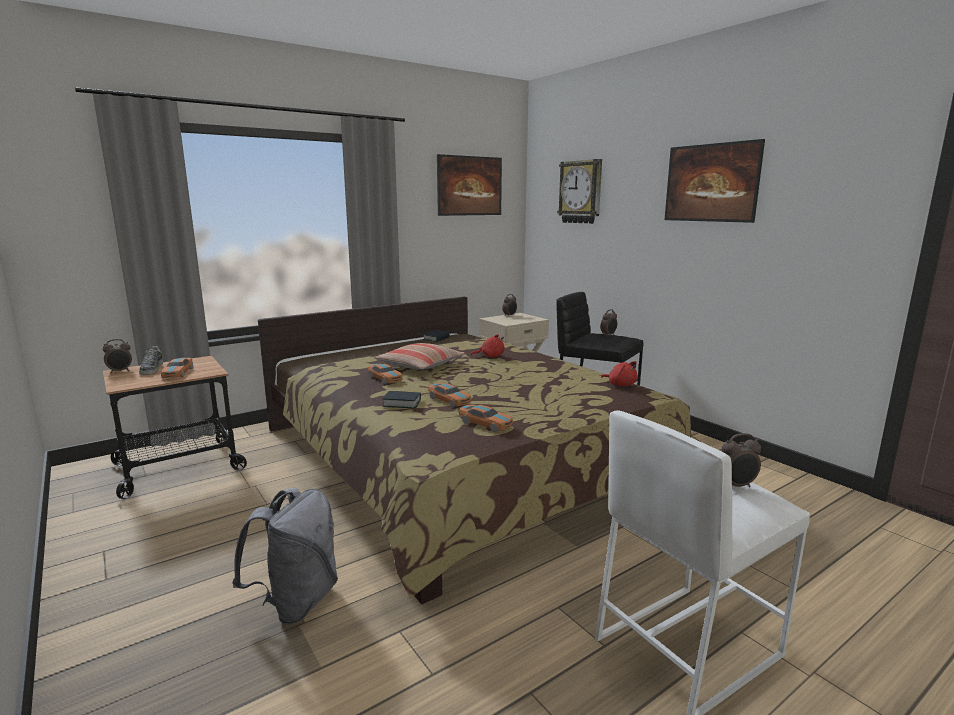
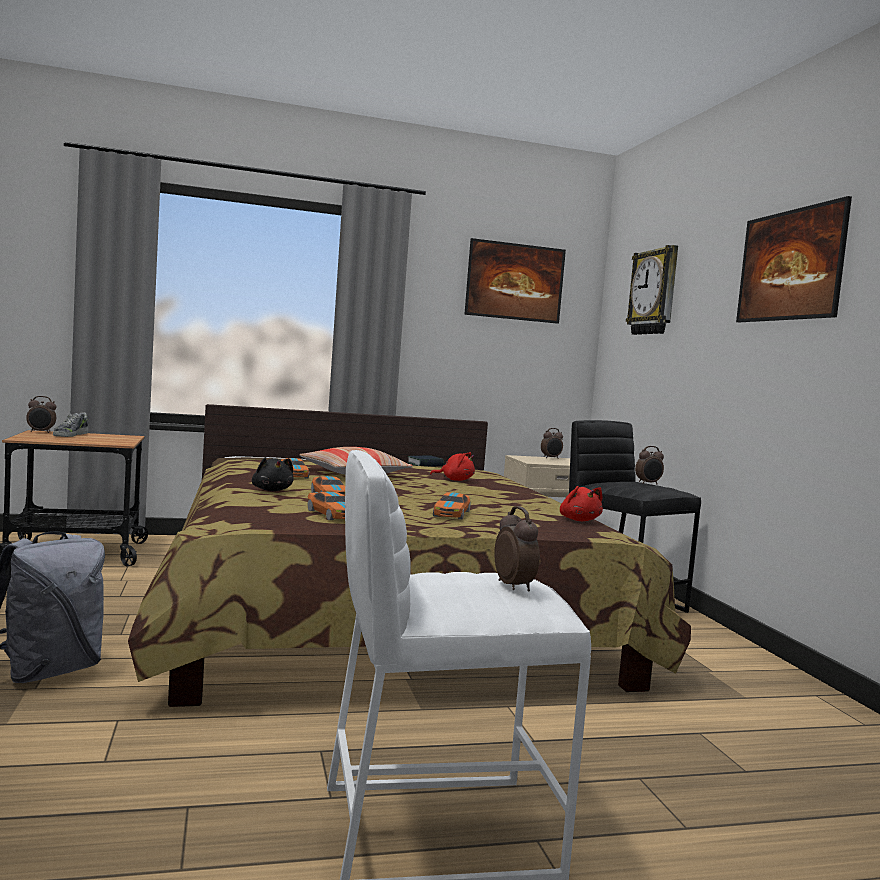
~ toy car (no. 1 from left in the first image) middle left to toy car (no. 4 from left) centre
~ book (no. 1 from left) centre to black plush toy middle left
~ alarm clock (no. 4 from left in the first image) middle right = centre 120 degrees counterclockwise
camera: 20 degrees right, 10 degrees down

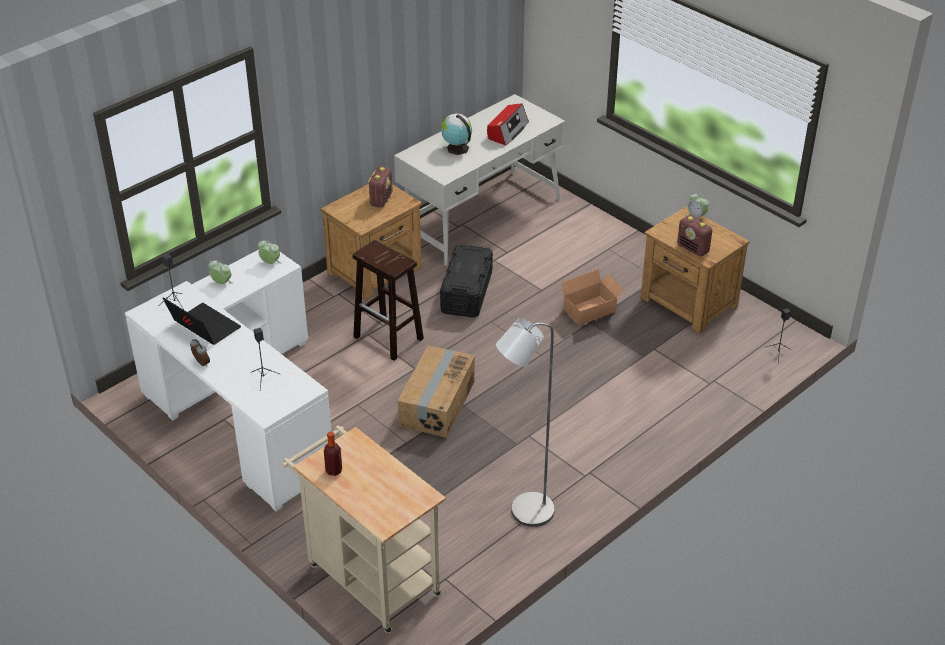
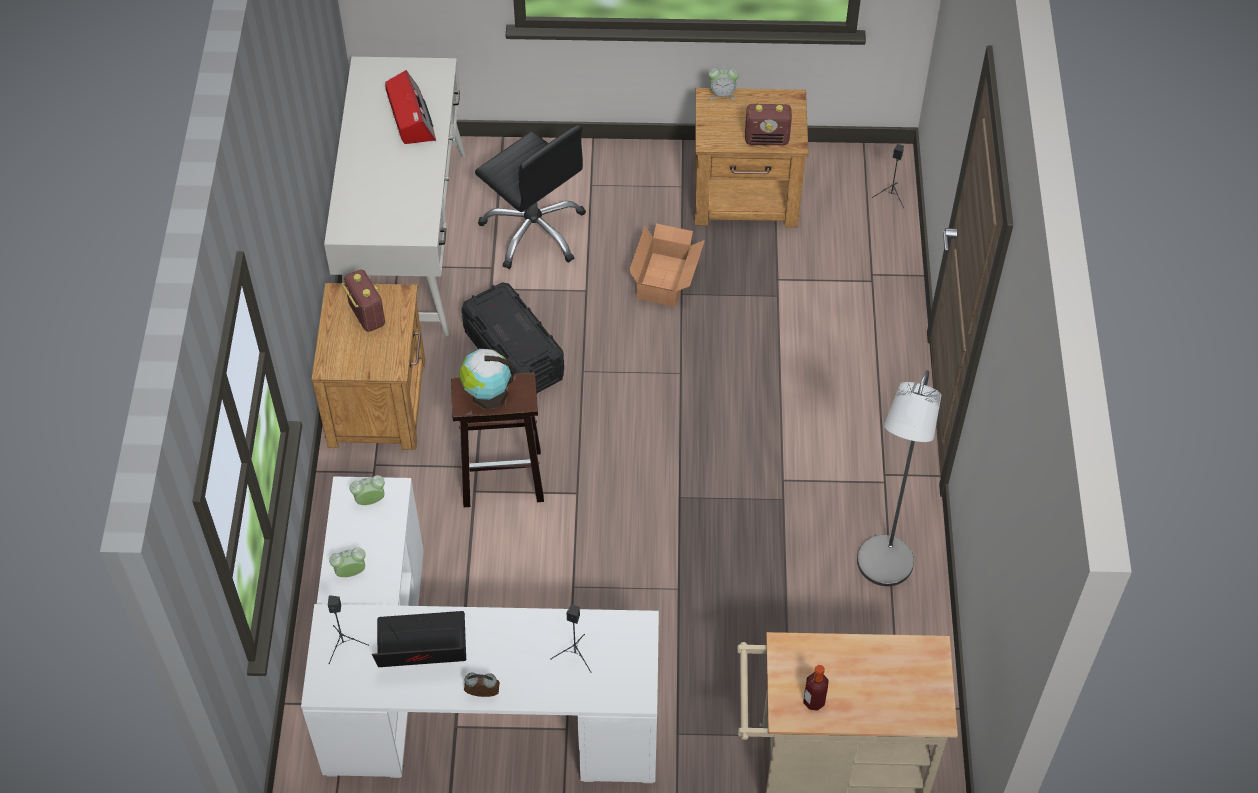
~ globe top centre to centre
- cardboard box (no. 1 from left) centre
+ black office chair top centre
camera: 45 degrees left, 15 degrees up

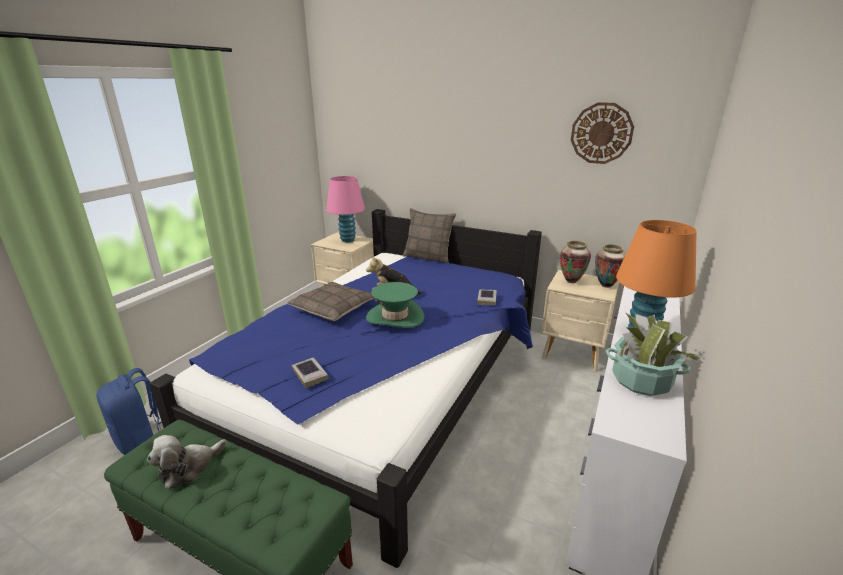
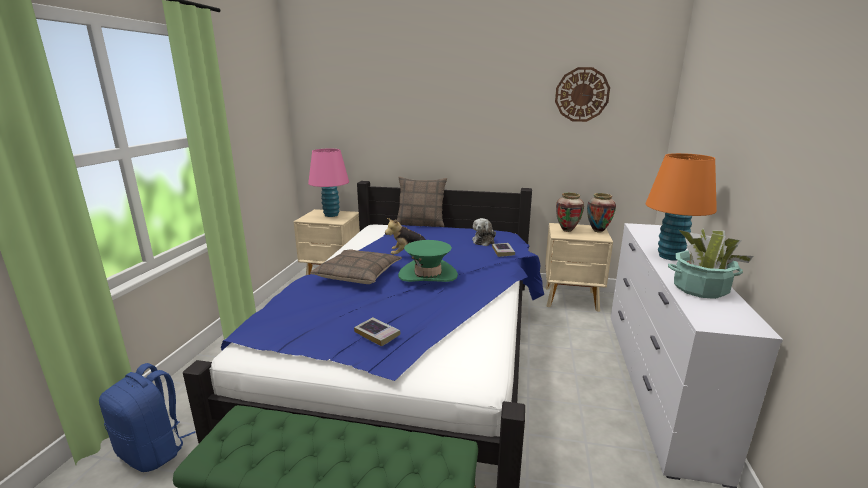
~ plush toy (no. 1 from left in the first image) bottom left to plush toy (no. 2 from left) centre
camera: 15 degrees left, 5 degrees down

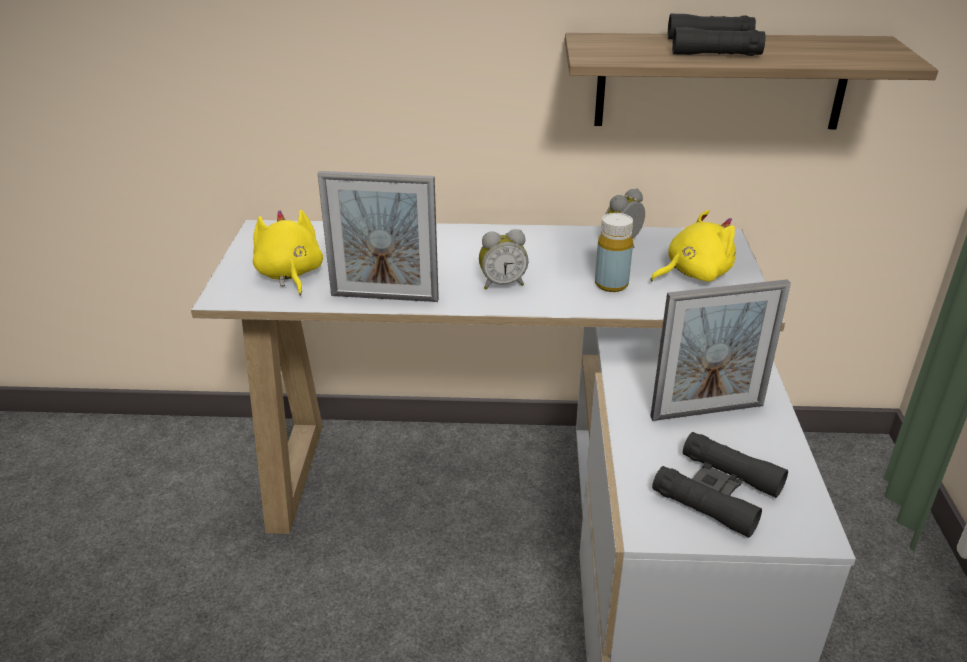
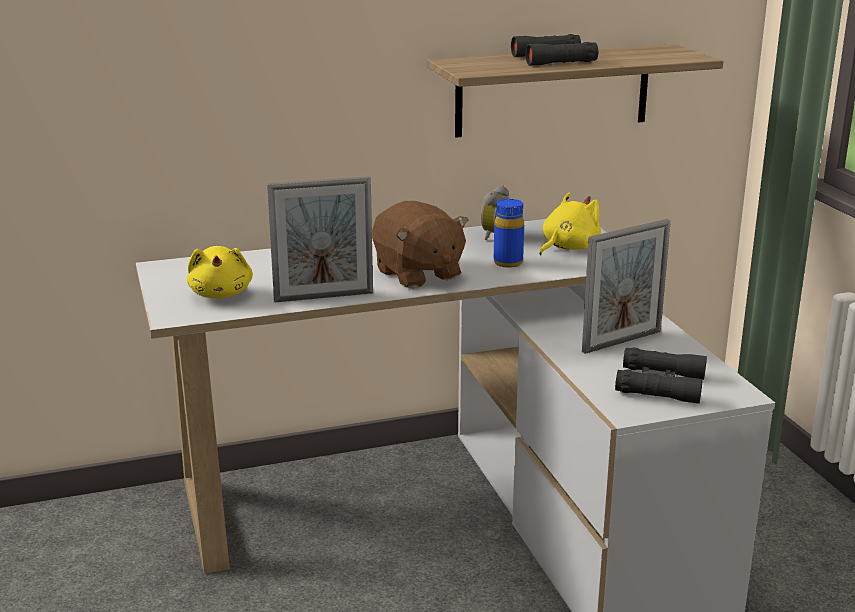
~ yellow plush toy (no. 1 from left) middle left = middle left 150 degrees counterclockwise
~ yellow bottle centre to blue bottle centre
~ alarm clock (no. 1 from left) centre to brown plush toy centre
camera: 20 degrees left, 10 degrees down

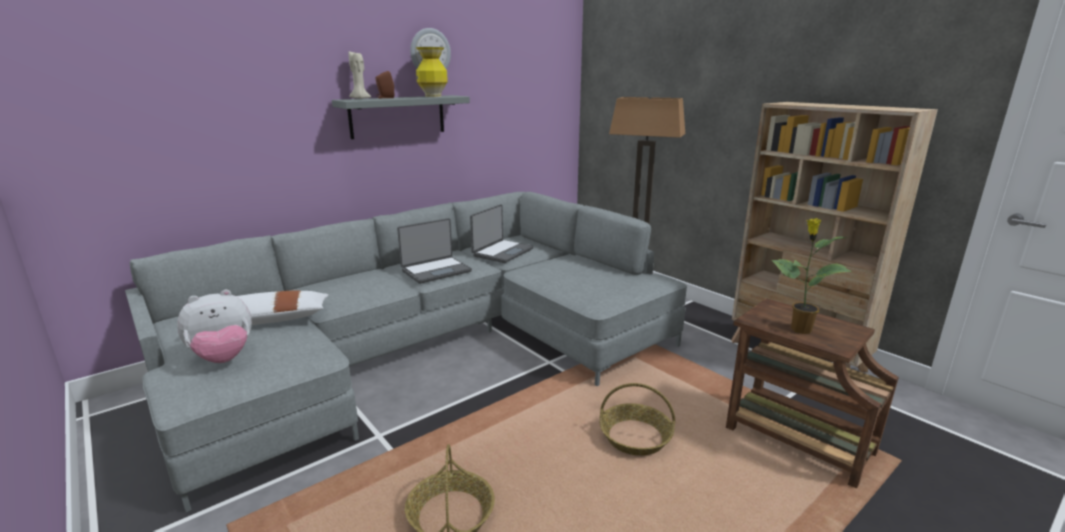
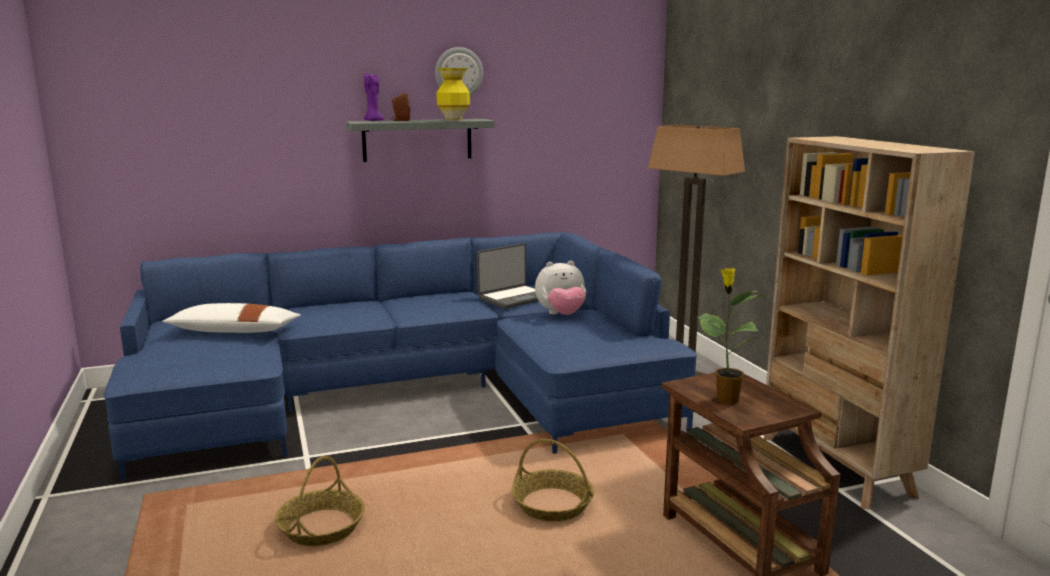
~ beige candle top centre to purple candle top centre
~ grey sofa centre to blue sofa centre
- laptop (no. 1 from left) centre
~ plush toy middle left to centre
camera: 20 degrees right, 5 degrees down

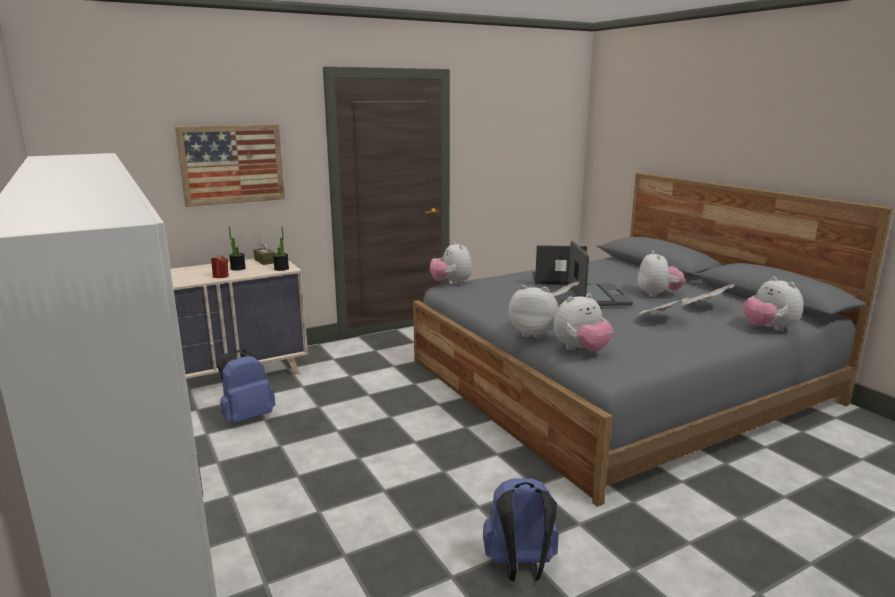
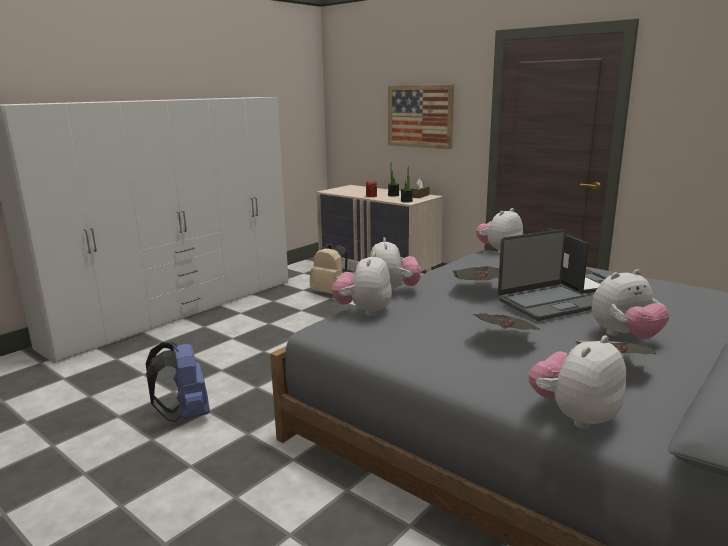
~ plush toy (no. 3 from left in the first image) centre = centre 60 degrees clockwise
~ blue backpack (no. 1 from left) middle left to beige backpack centre
camera: 70 degrees right, 0 degrees up

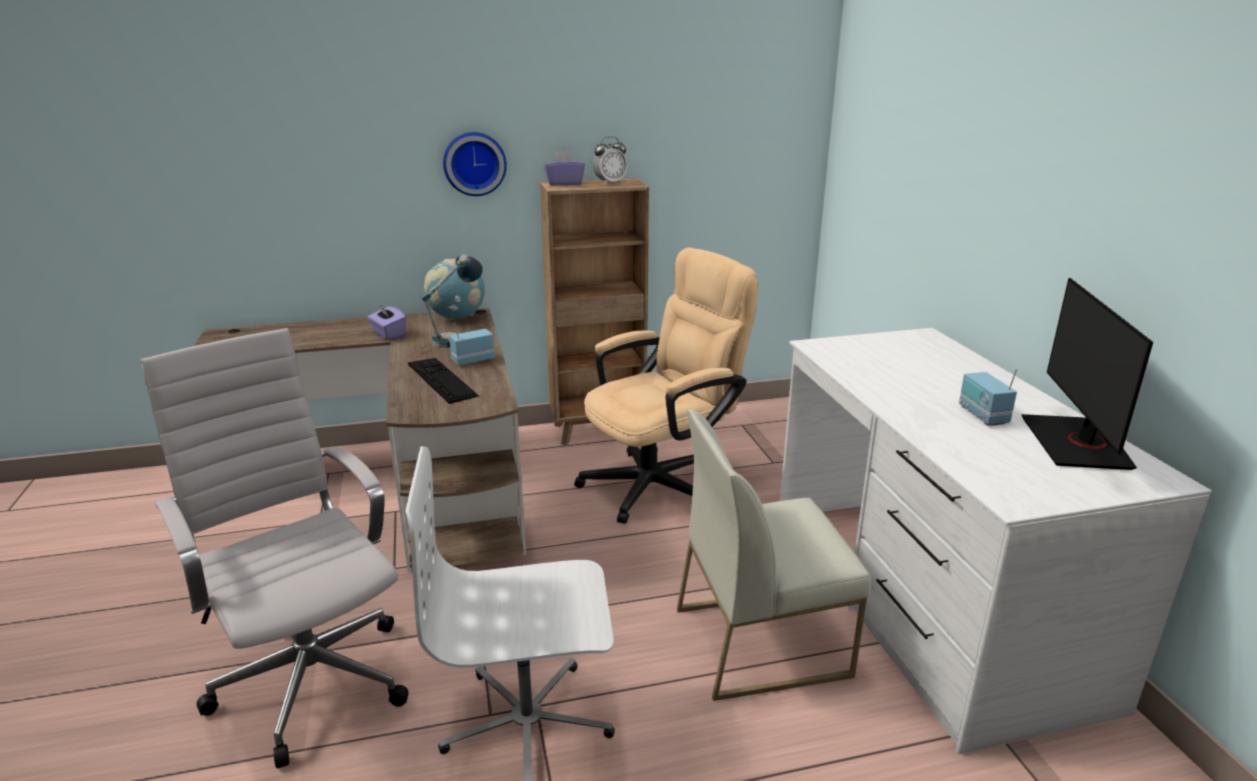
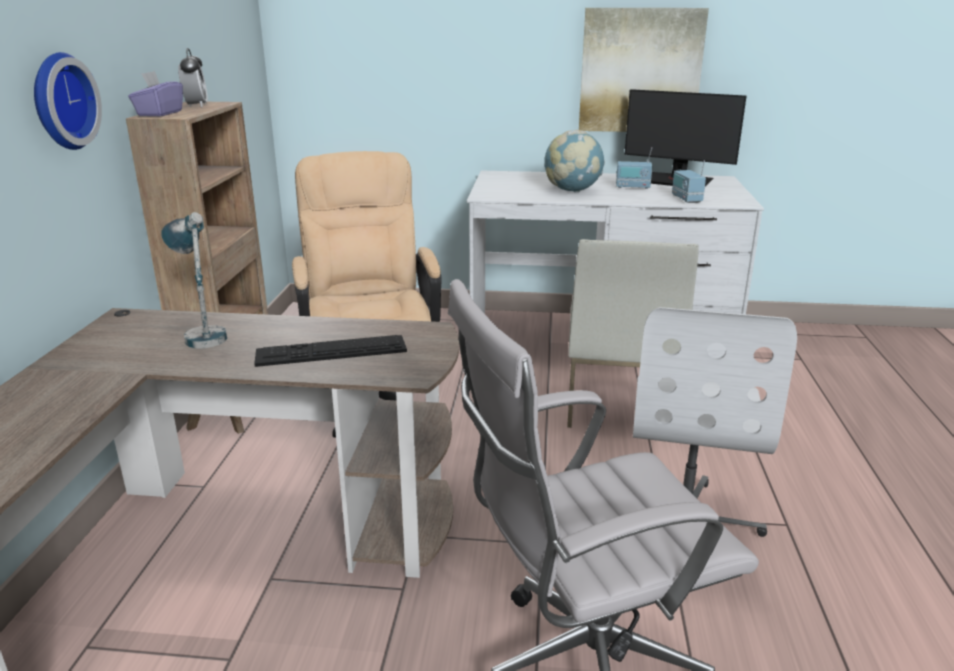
~ globe centre to top centre
- purple tissue box (no. 1 from left) middle left
~ radio (no. 1 from left in the first image) centre to radio (no. 2 from left) top right
+ picture top right
camera: 70 degrees left, 0 degrees up

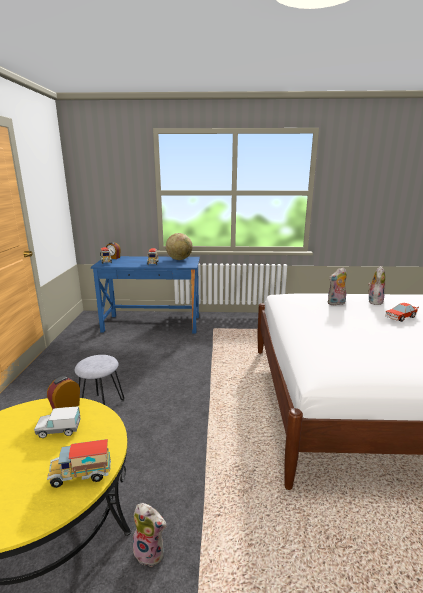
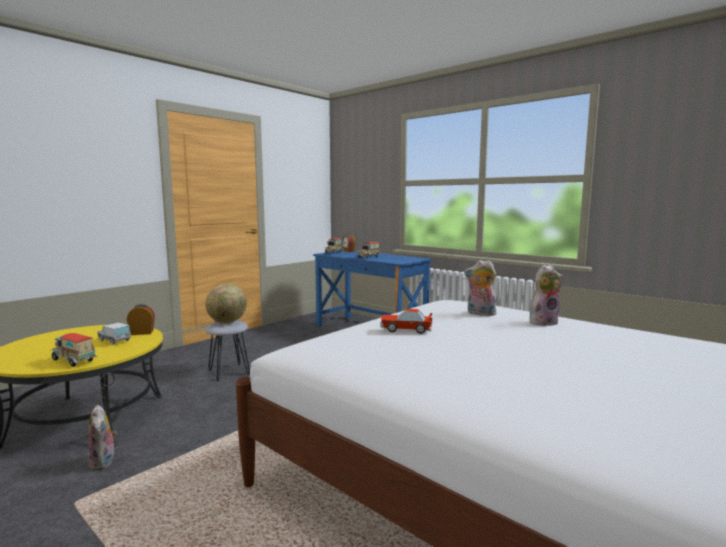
~ globe centre to middle left
~ toy car middle right to centre
camera: 40 degrees right, 10 degrees down

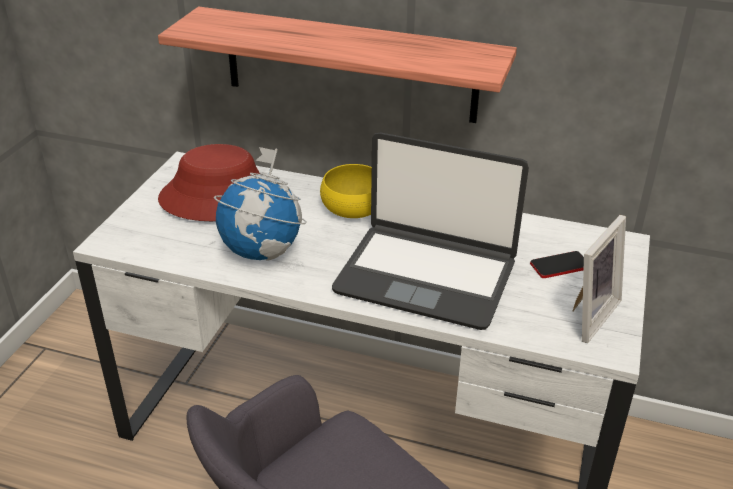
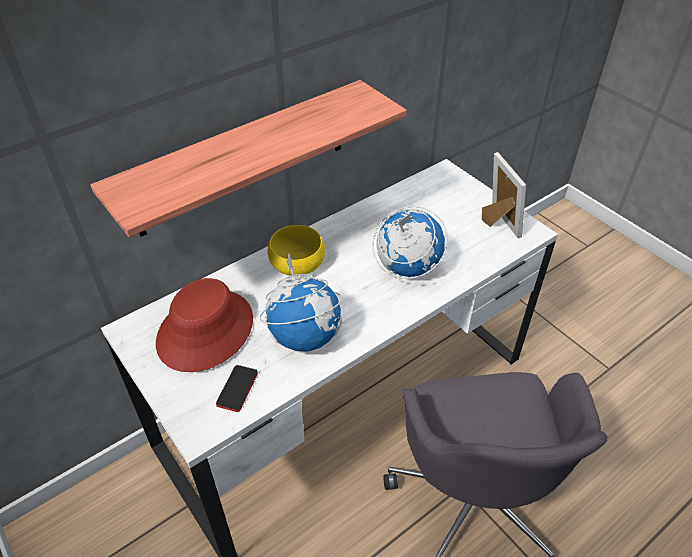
~ laptop centre to globe (no. 2 from left) centre
~ phone middle right to bottom centre
camera: 55 degrees left, 10 degrees up

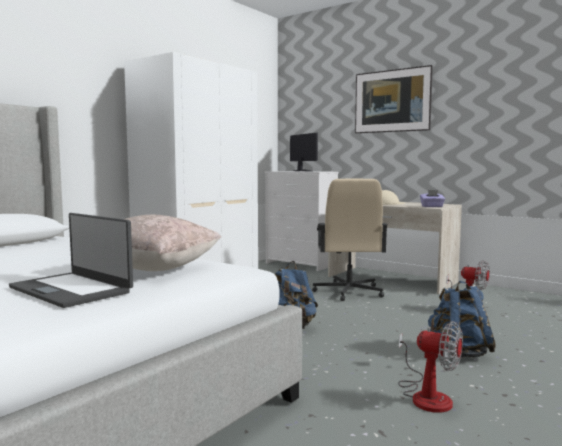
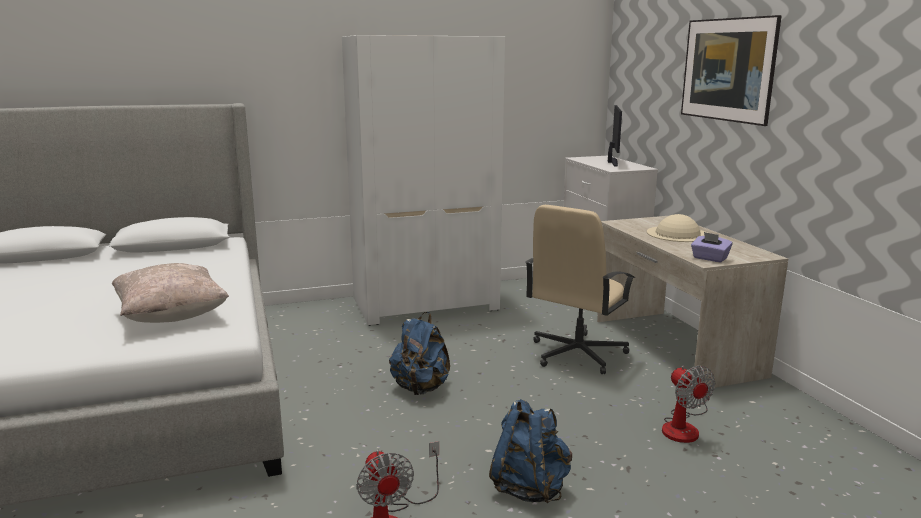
- laptop middle left
camera: 35 degrees right, 10 degrees up

